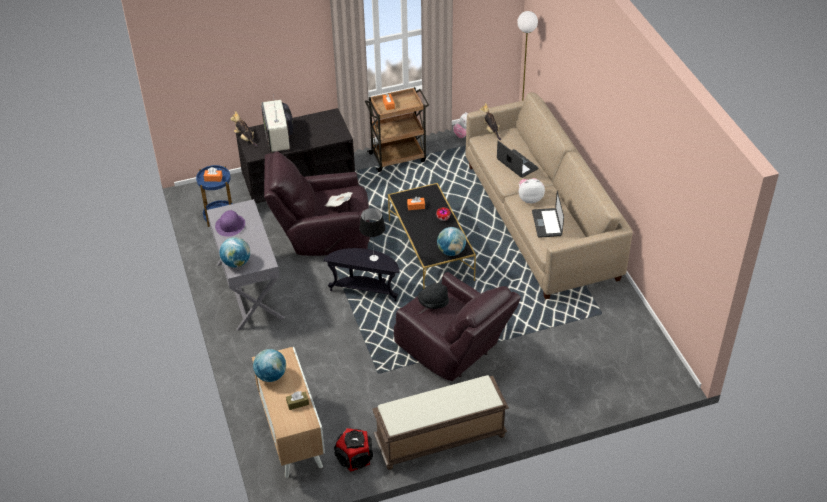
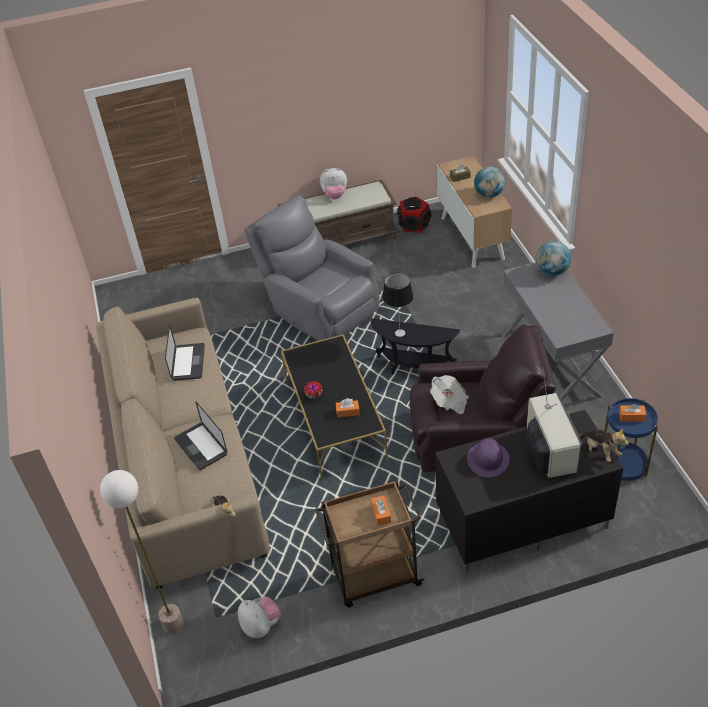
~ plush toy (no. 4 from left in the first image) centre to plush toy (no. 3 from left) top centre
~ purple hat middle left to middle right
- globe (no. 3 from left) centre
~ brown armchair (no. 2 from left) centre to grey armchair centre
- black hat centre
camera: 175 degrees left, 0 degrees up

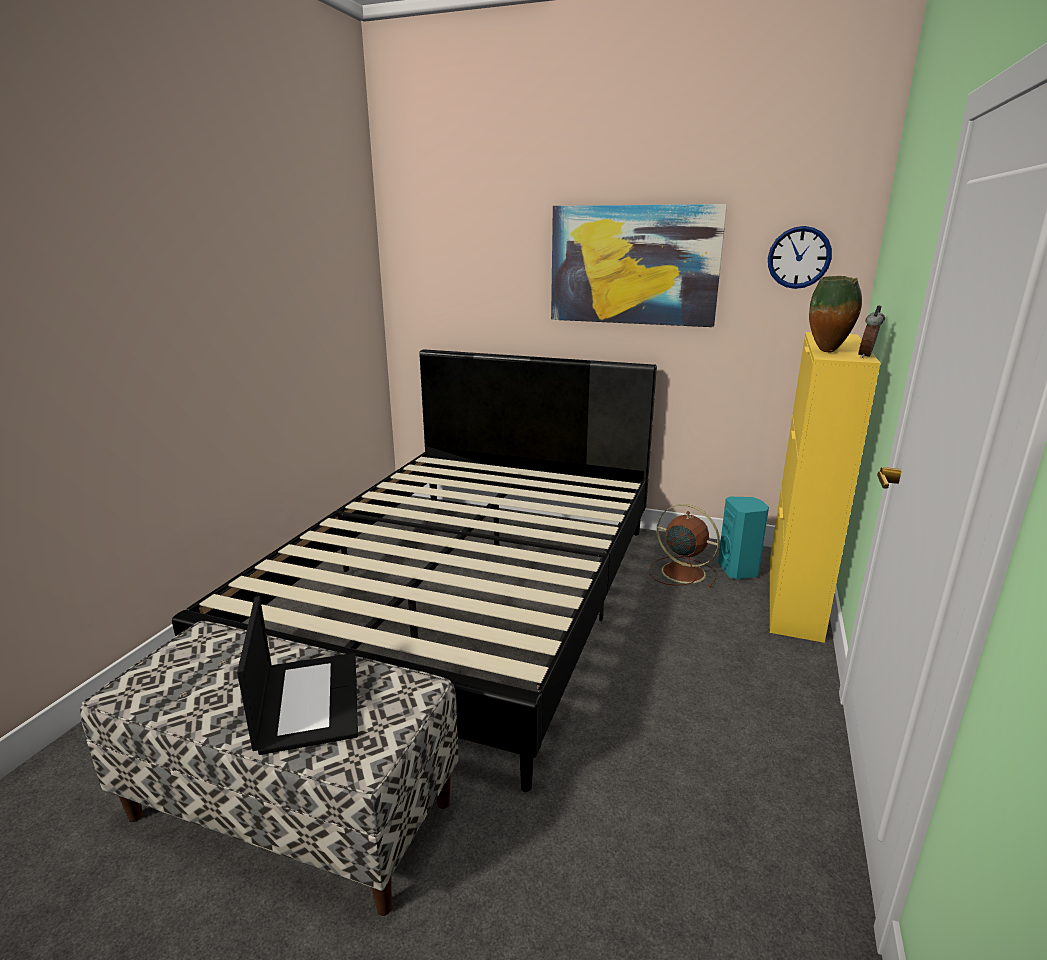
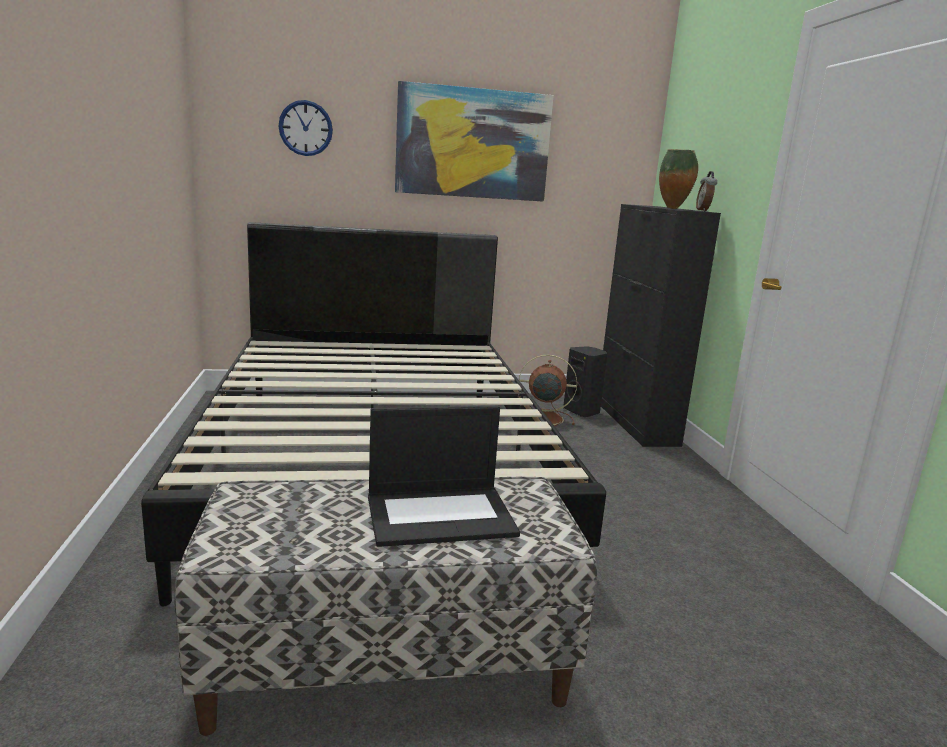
~ wall clock top right to top left
~ yellow cabinet middle right to black cabinet middle right
~ turquoise speaker middle right to black speaker centre
~ laptop bottom left = centre 120 degrees clockwise
camera: 30 degrees left, 5 degrees down

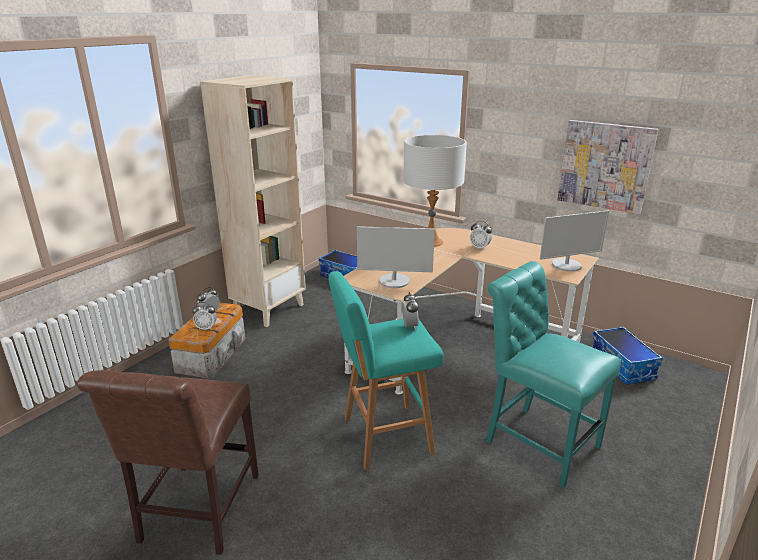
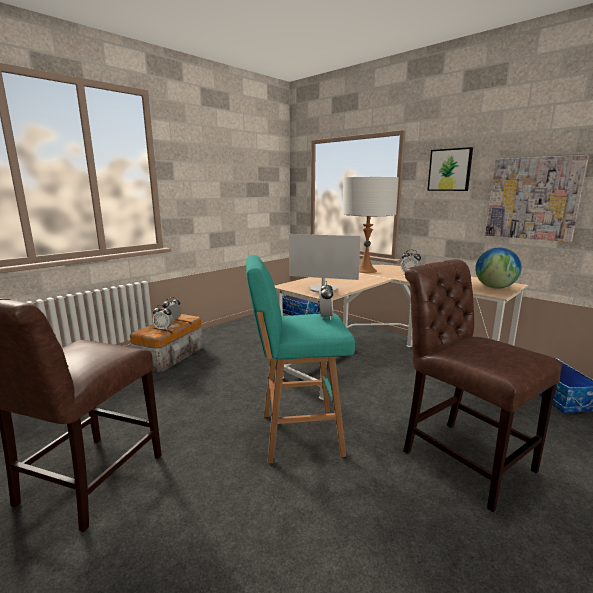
- beige bookcase centre
~ monitor (no. 2 from left) middle right to globe middle right
~ turquoise chair bottom right to brown chair (no. 2 from left) middle right
+ picture (no. 1 from left) top right
camera: 10 degrees right, 10 degrees down

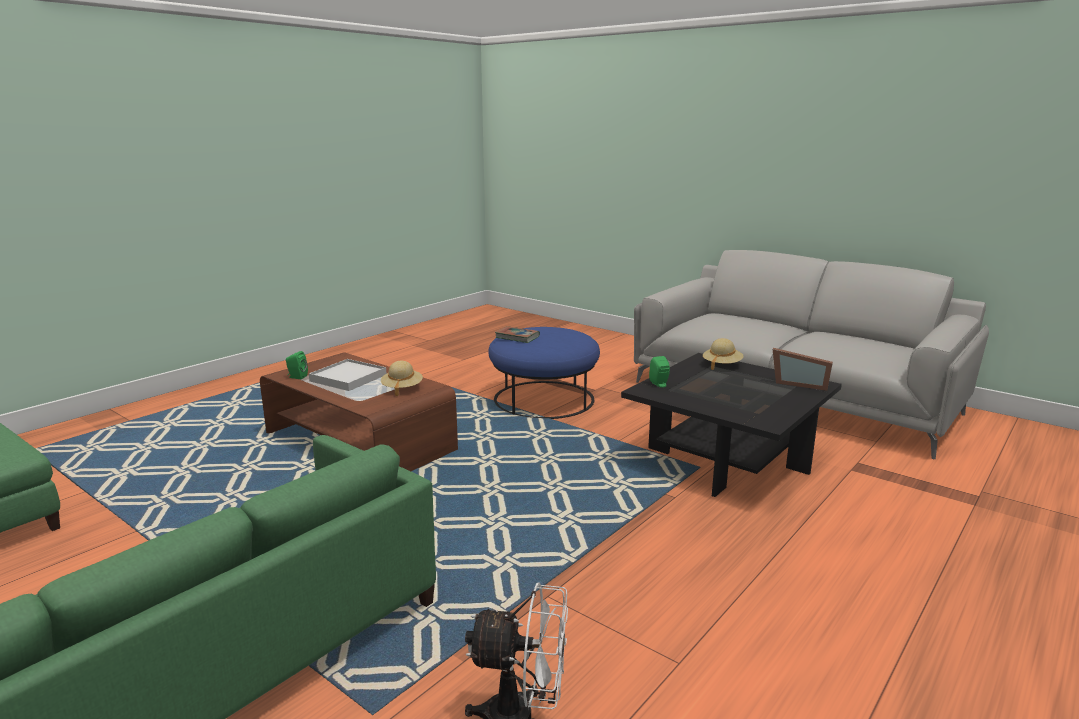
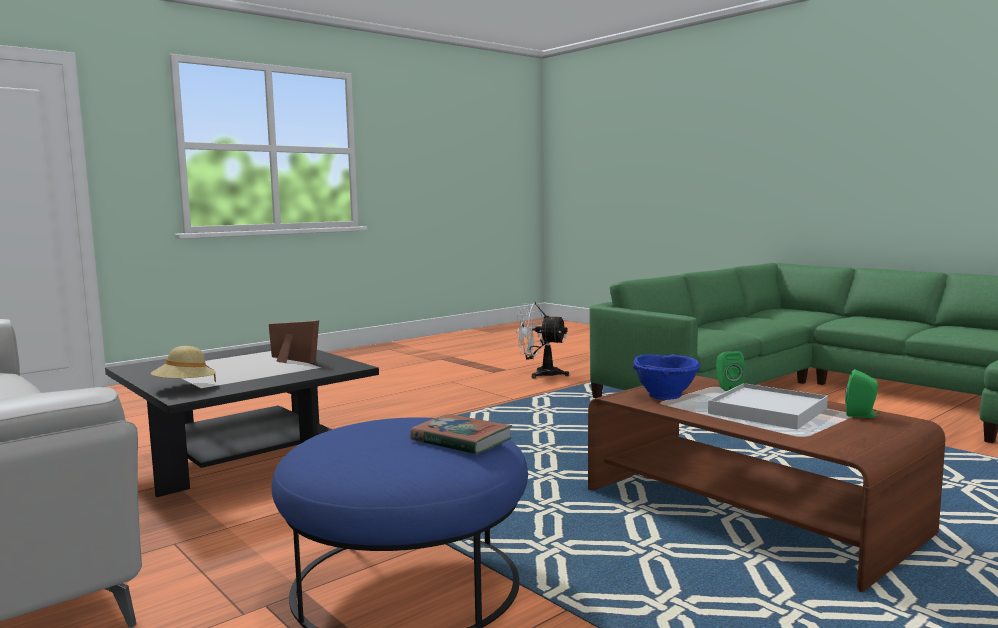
~ picture frame middle right to middle left
~ green speaker (no. 2 from left in the first image) centre to green speaker (no. 1 from left) middle right
~ beige hat (no. 1 from left) centre to blue bowl middle right
camera: 170 degrees left, 10 degrees down

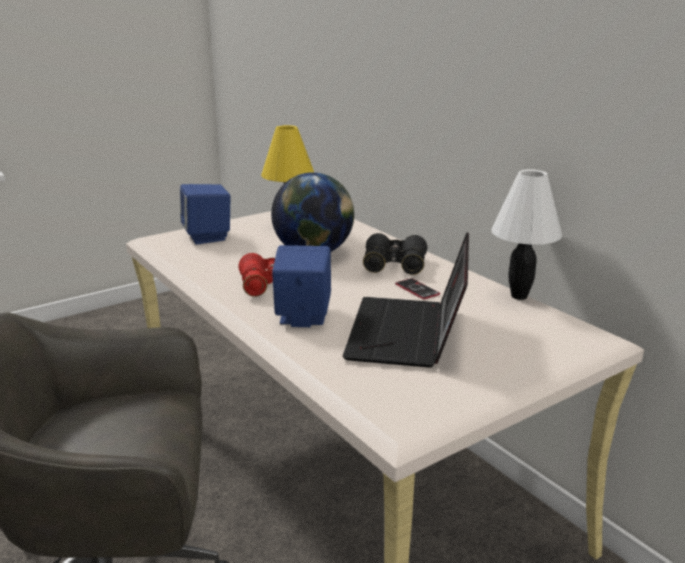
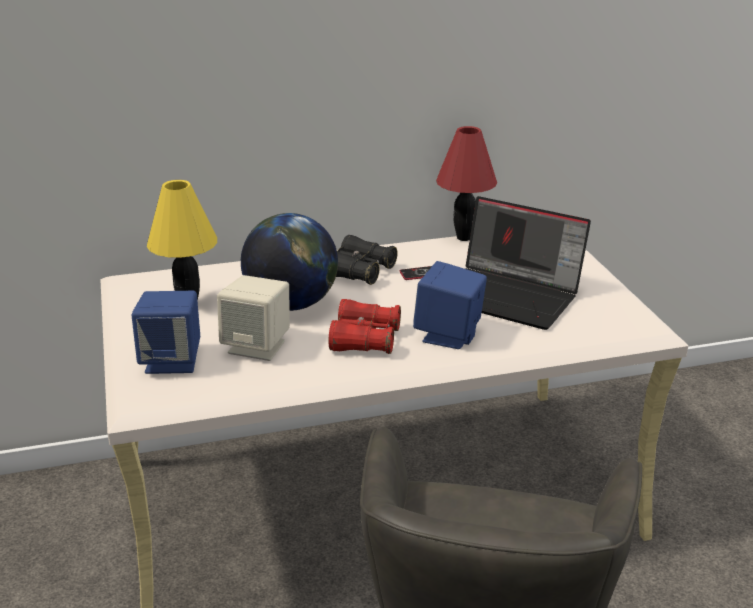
~ white table lamp middle right to red table lamp top centre
+ beige speaker centre
camera: 70 degrees left, 5 degrees up

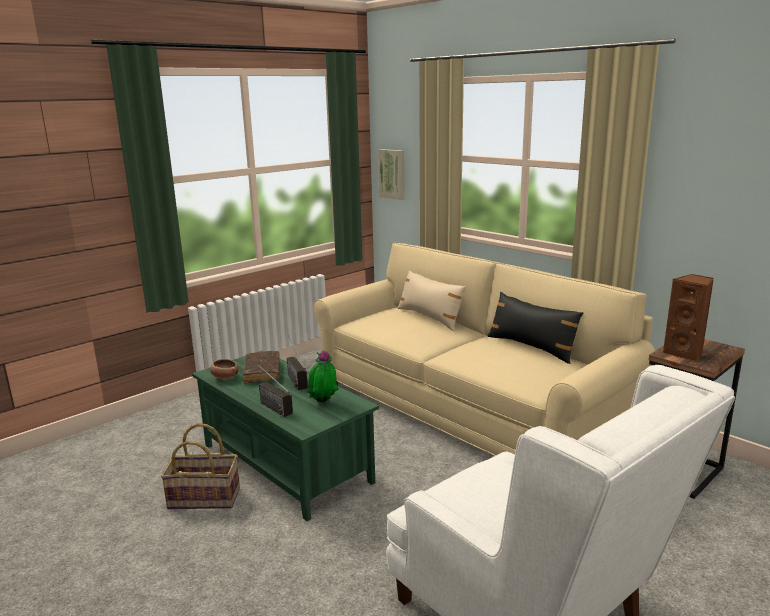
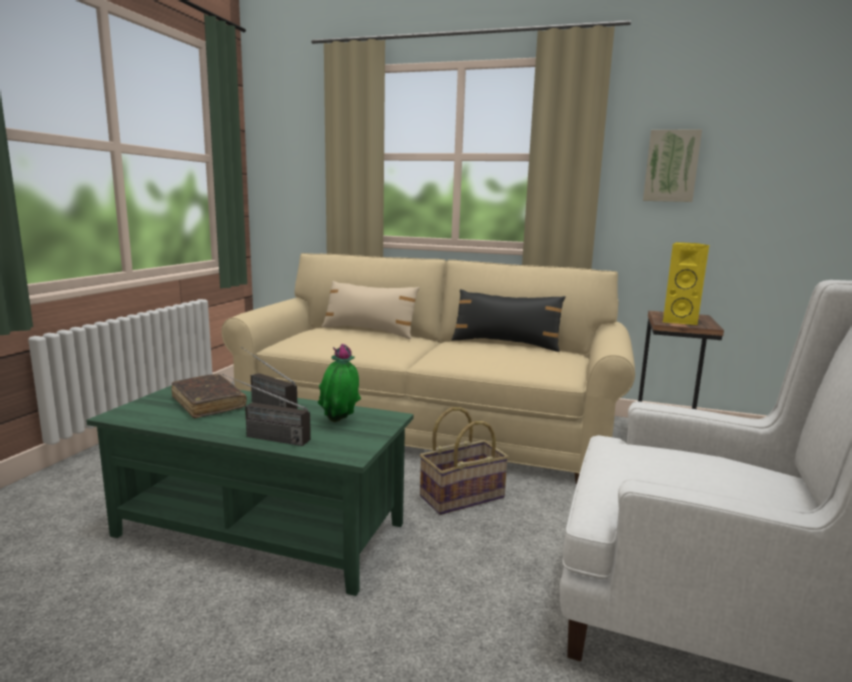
~ picture top centre to top right
~ brown speaker middle right to yellow speaker middle right
- bowl middle left
~ basket bottom left to bottom centre
camera: 30 degrees left, 5 degrees down

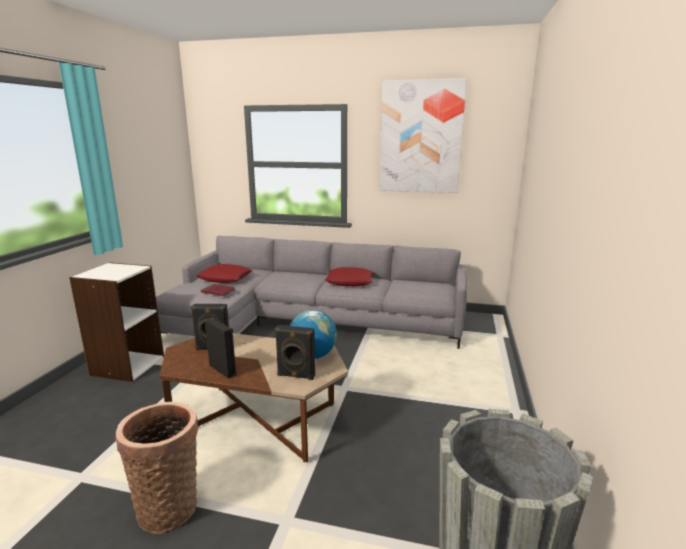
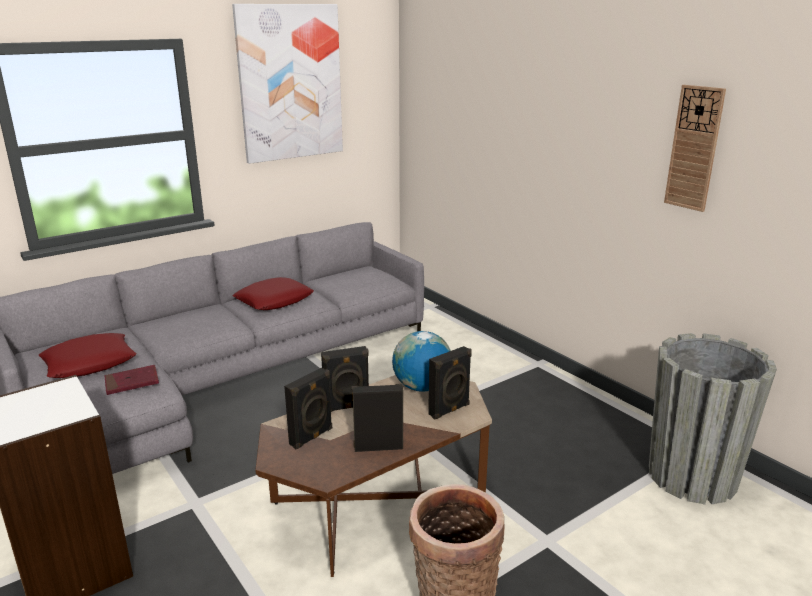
+ wall clock top right
+ black speaker (no. 2 from left) centre
camera: 50 degrees left, 5 degrees up

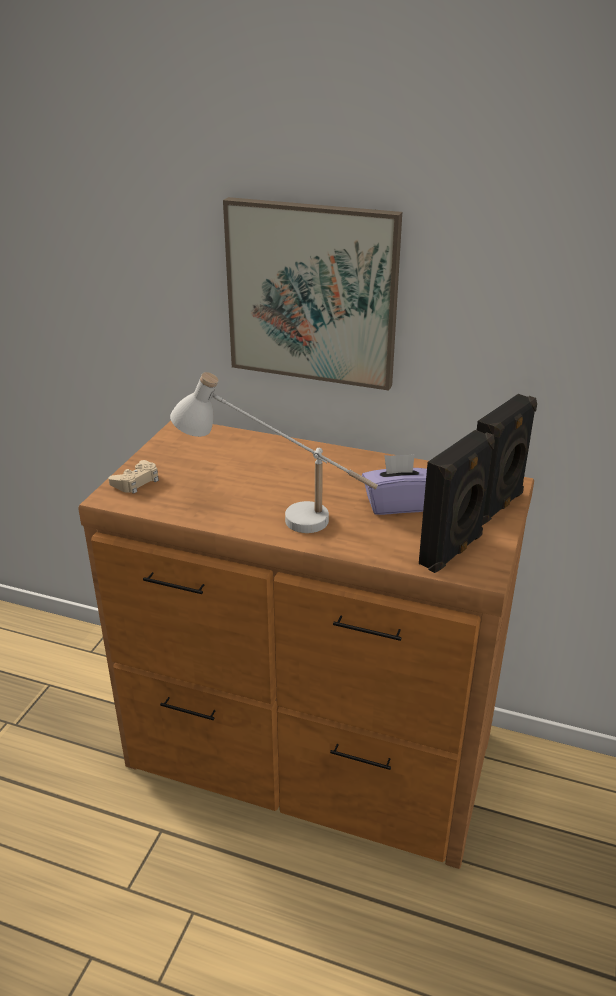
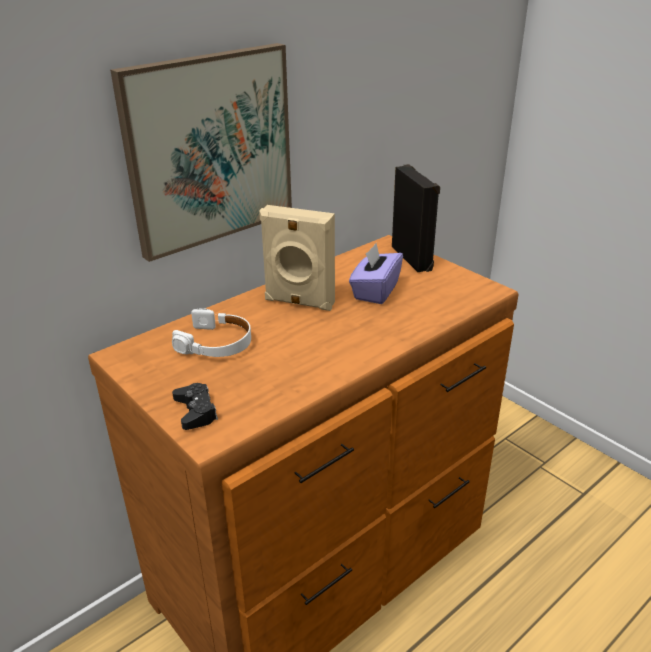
- white table lamp centre
- black speaker (no. 1 from left) middle right
~ beige game controller middle left to black game controller middle left
+ beige speaker centre
+ white headphones middle left
camera: 60 degrees left, 0 degrees up

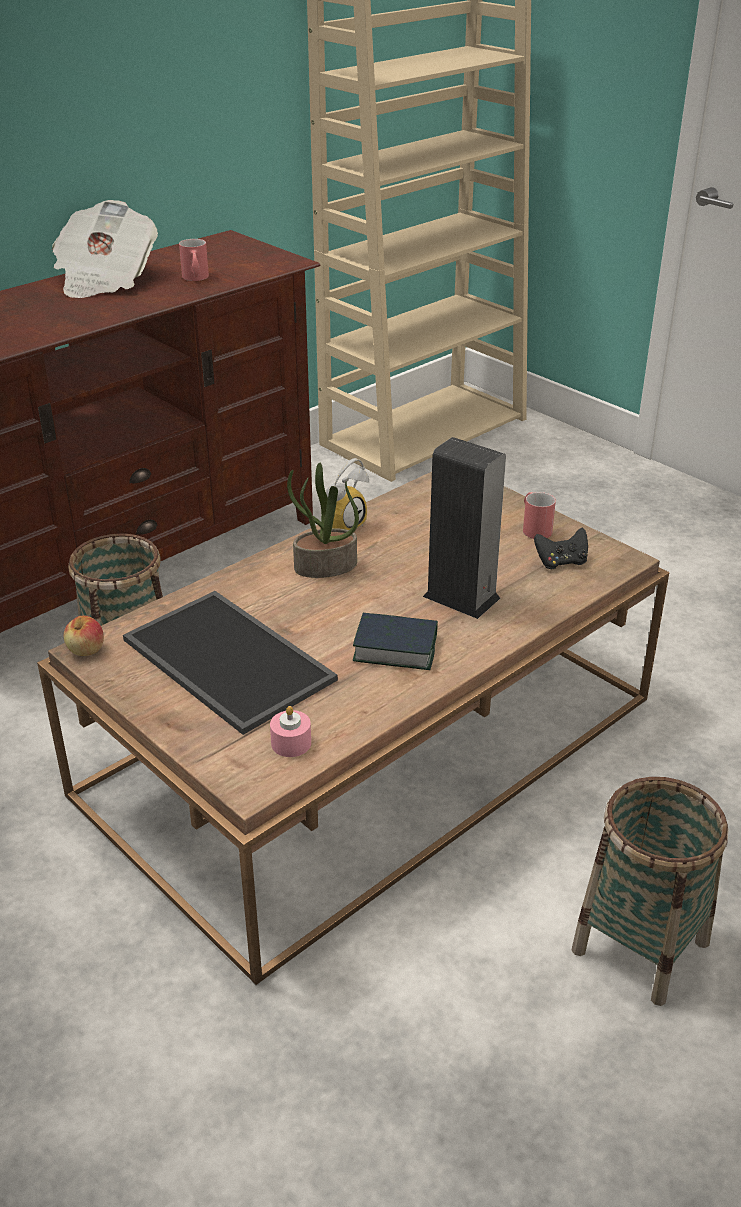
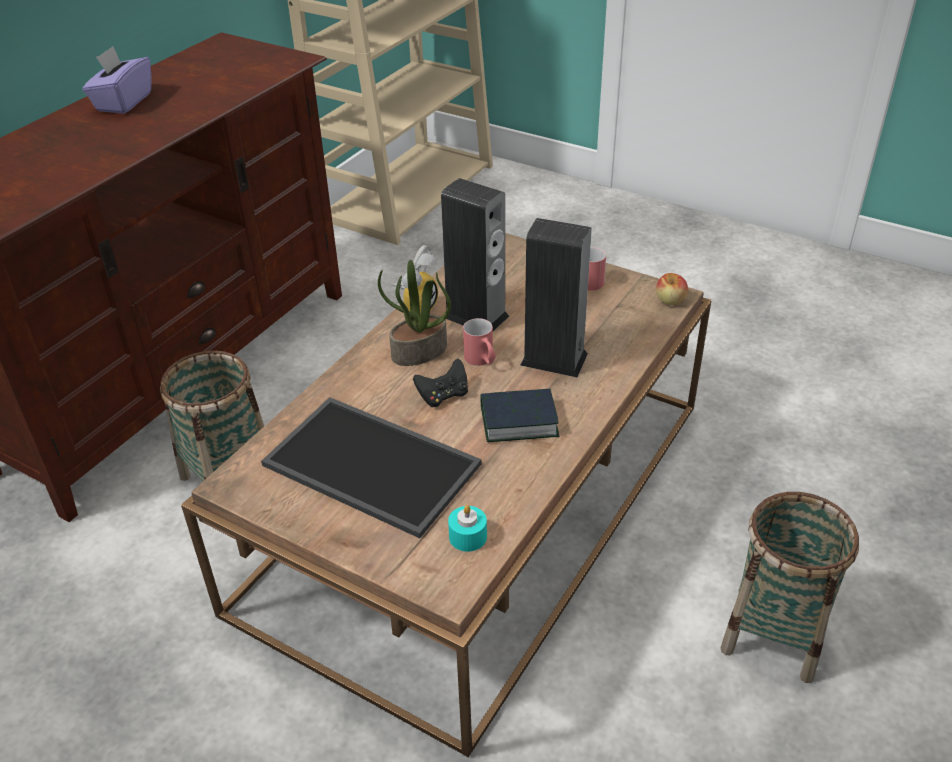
~ newspaper top left to purple tissue box top left
~ red mug (no. 1 from left) top left to centre
~ black game controller middle right to centre
~ apple middle left to middle right
~ pink candle centre to turquoise candle bottom centre
+ speaker (no. 1 from left) centre
camera: 15 degrees left, 5 degrees up

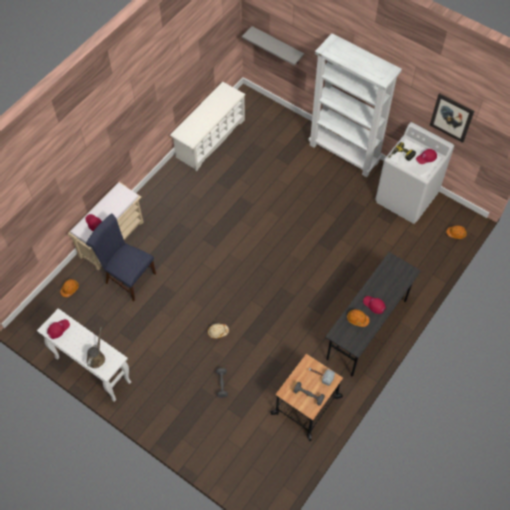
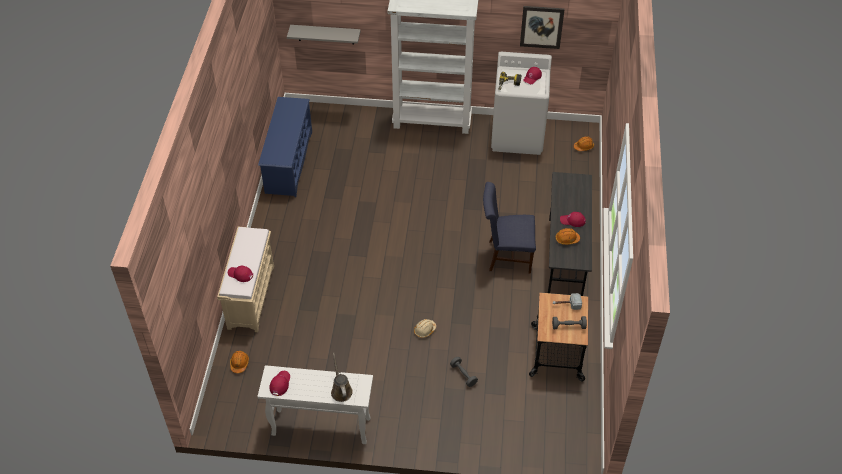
~ white shoe rack top centre to blue shoe rack top centre
~ blue chair middle left to centre
camera: 30 degrees left, 10 degrees down

